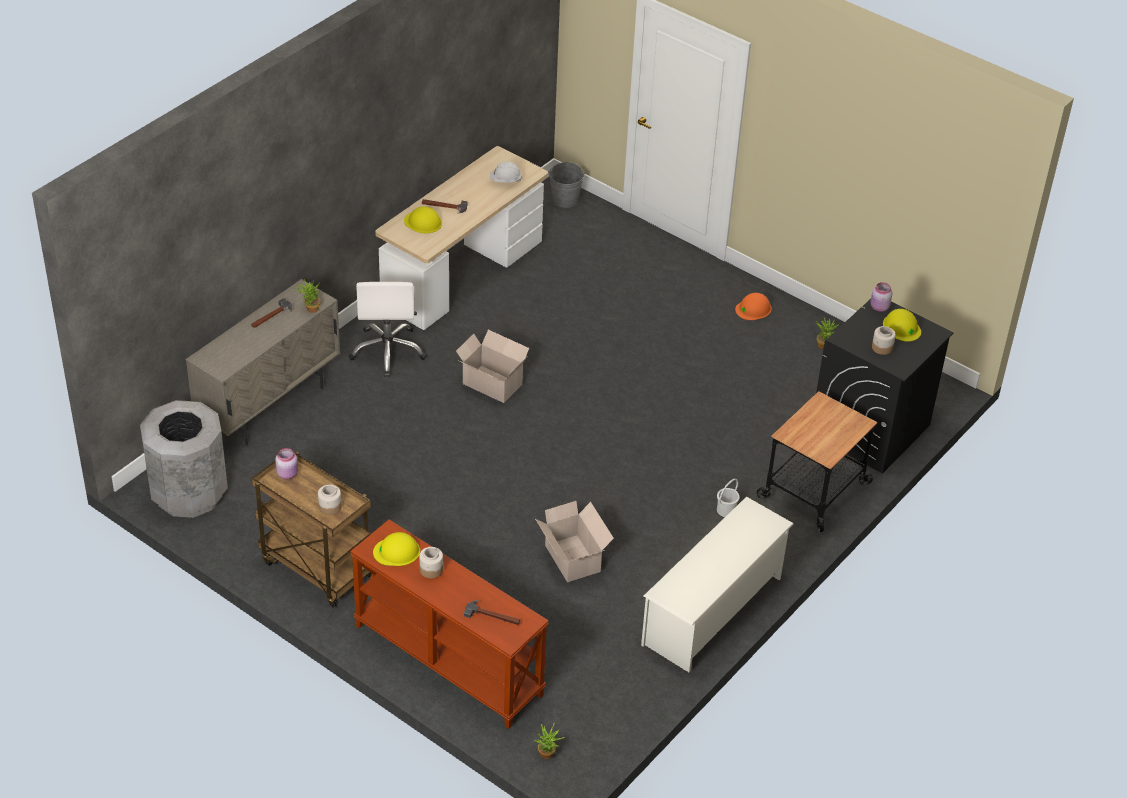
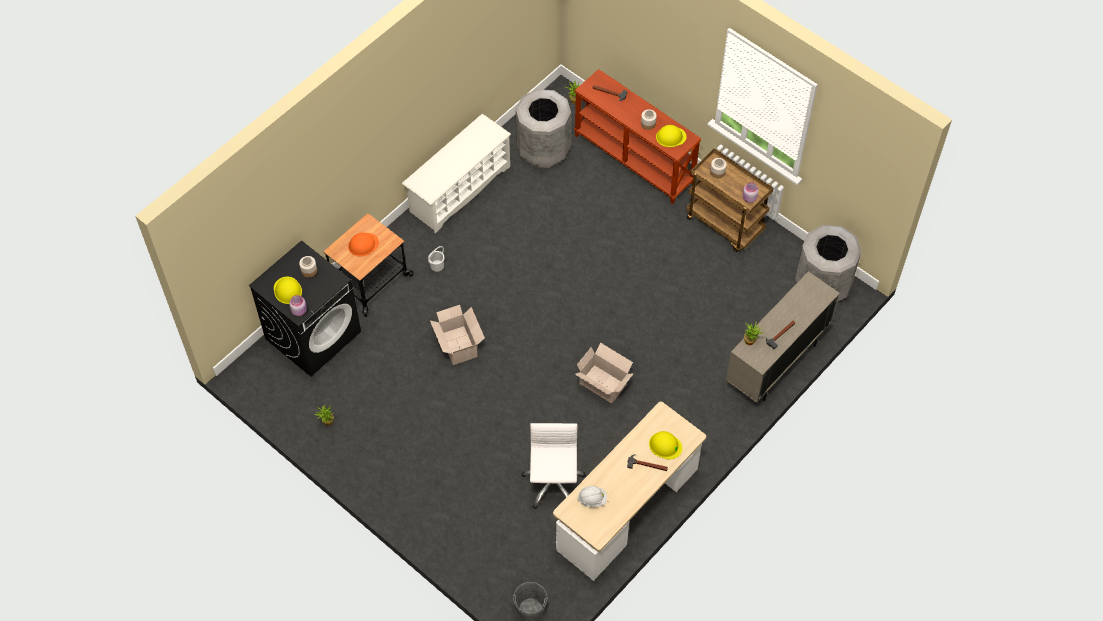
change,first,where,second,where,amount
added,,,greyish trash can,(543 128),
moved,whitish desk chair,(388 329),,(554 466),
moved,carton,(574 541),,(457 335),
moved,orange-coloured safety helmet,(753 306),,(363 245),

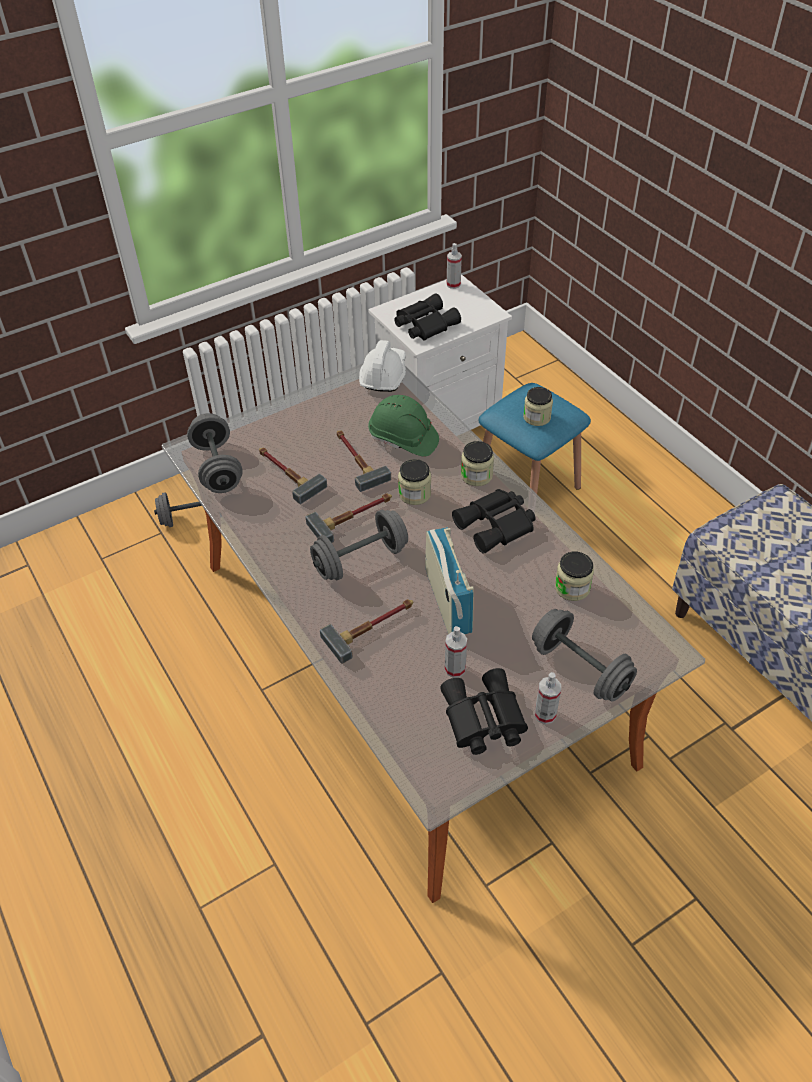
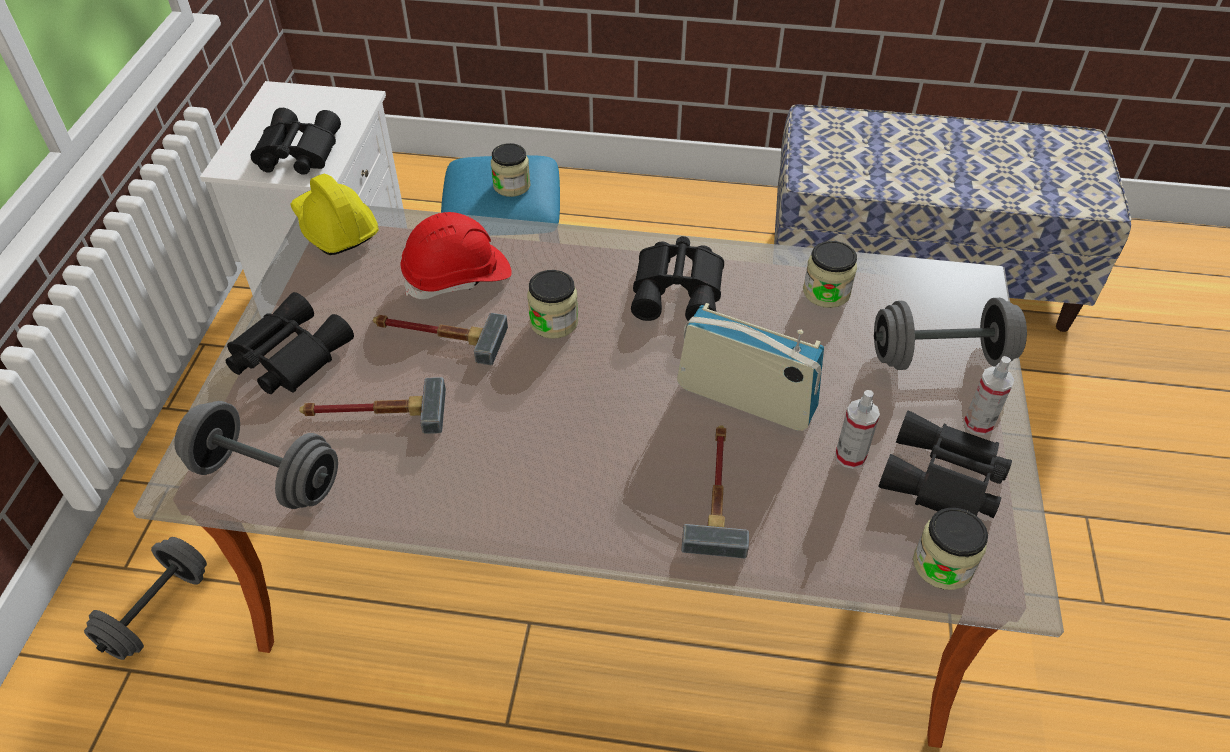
change,first,where,second,where,amount
removed,hammer,(348 518),,,
removed,greyish hand weight,(359 545),,,
removed,hand sprayer,(454 266),,,
added,,,black pair of binoculars,(289 343),
moved,storage jar,(477 463),,(950 549),
recoloured,whitish safety helmet,(382 366),yellow safety helmet,(334 214),
recoloured,greenish safety helmet,(403 426),red-coloured safety helmet,(456 255),

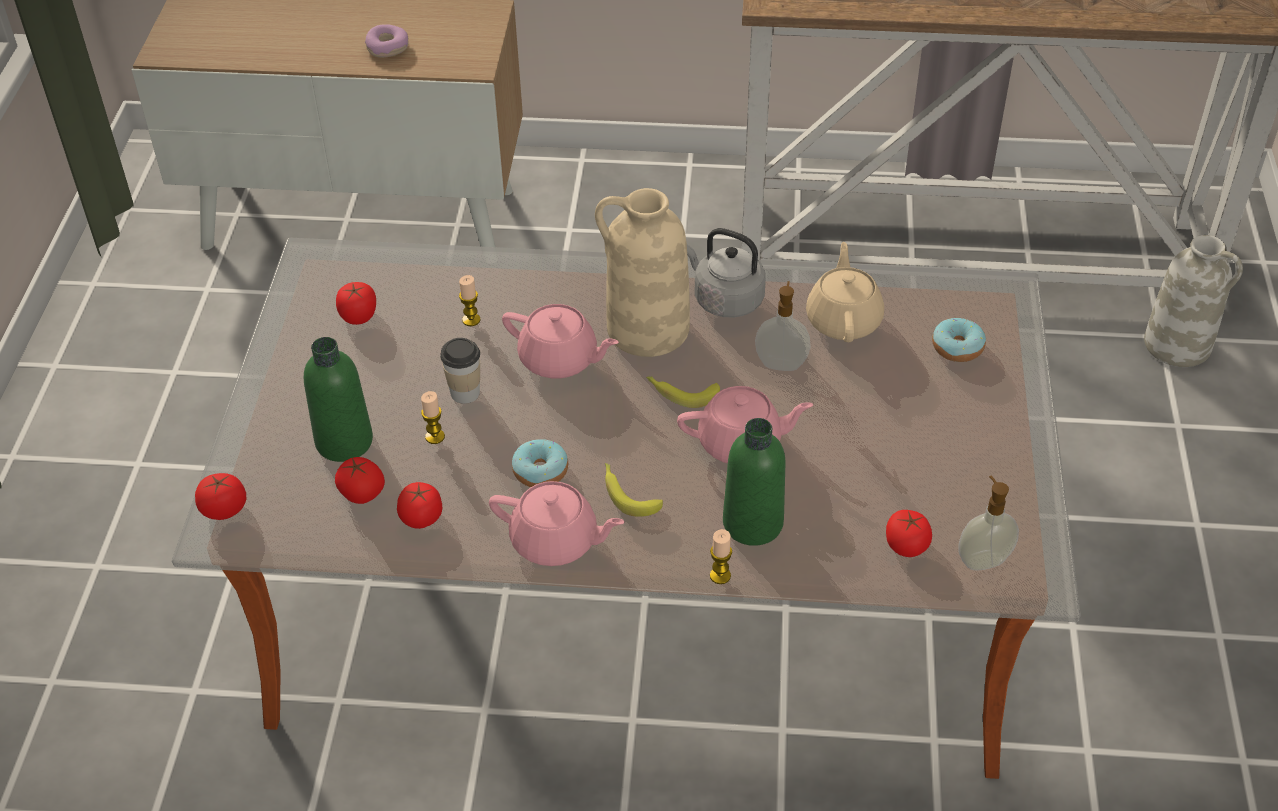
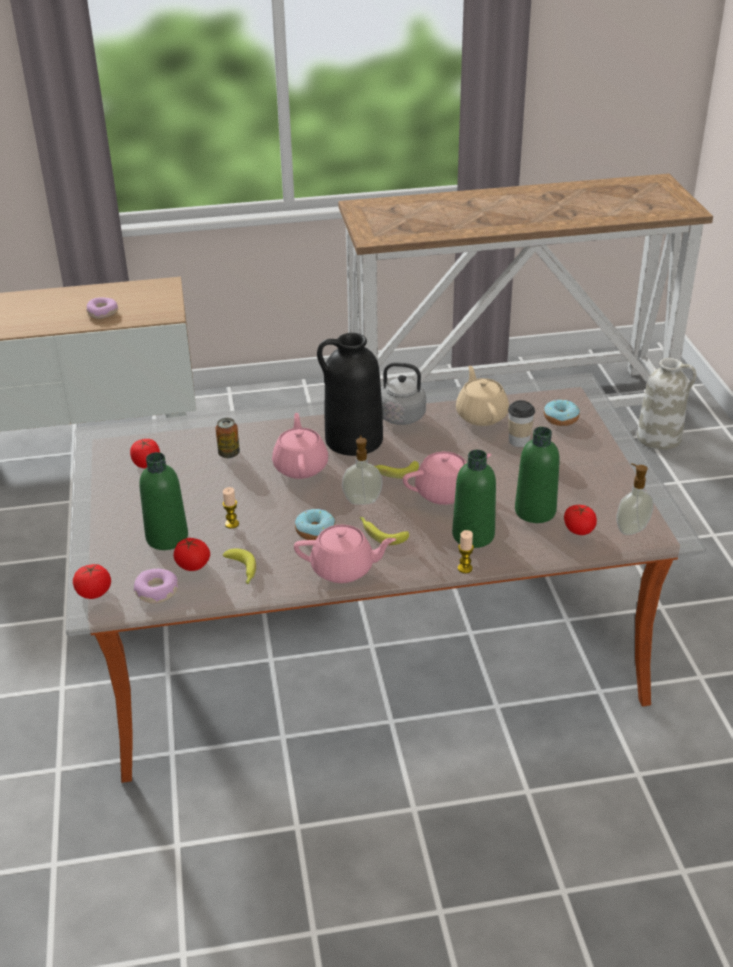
change,first,where,second,where,amount
added,,,ring doughnut,(156 586),
added,,,greenish beverage bottle,(537 475),
moved,cup,(460 371),,(521 423),
moved,soap dispenser,(783 326),,(362 470),
replaced,fresh tomato,(419 505),whole banana,(239 566),
replaced,wax light,(470 300),can,(228 438),
recoloured,beige-coloured decorative vase,(642 272),black decorative vase,(350 394),
turned,pinkish tea pot,(560 341),,(300 446),105 degrees counterclockwise

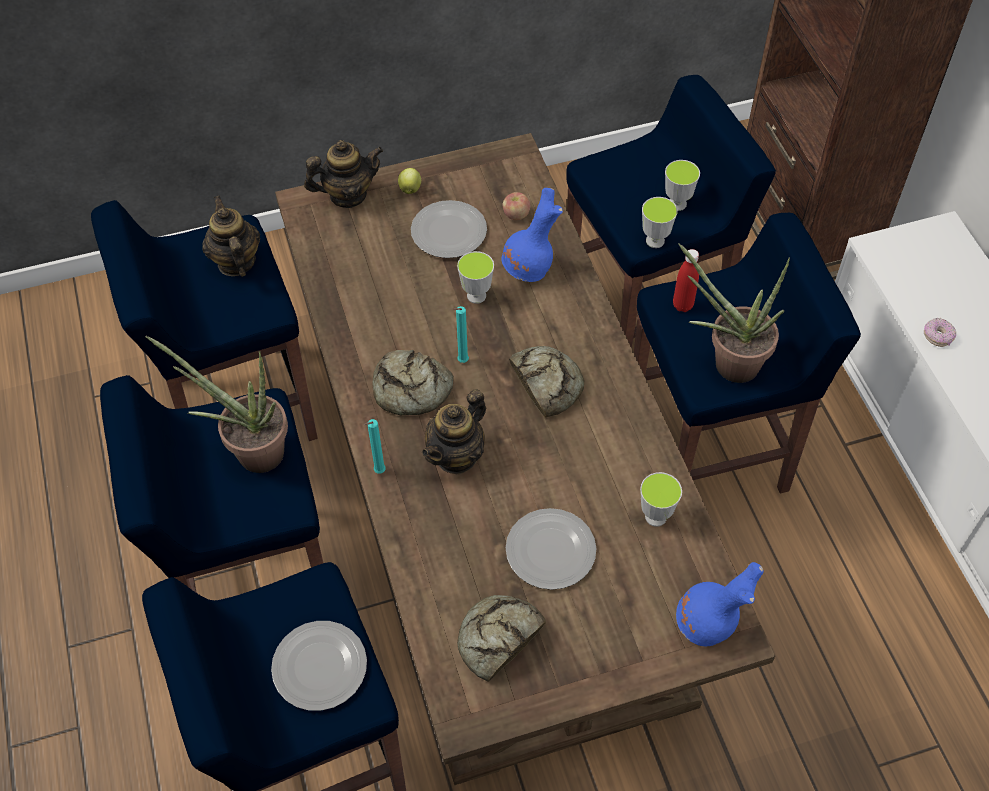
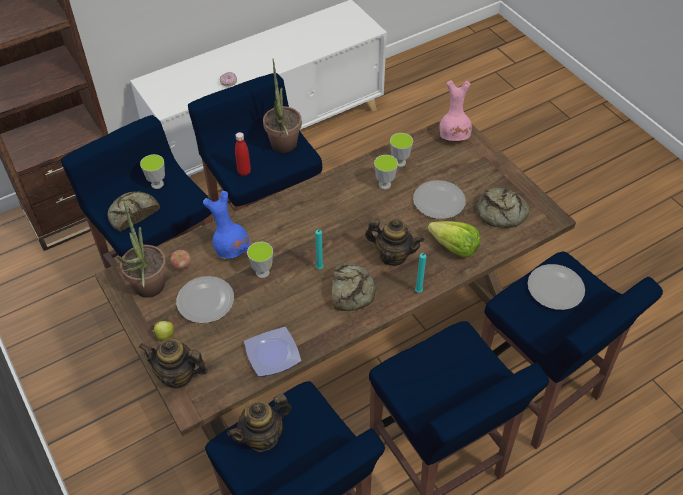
change,first,where,second,where,amount
added,,,dinner plate,(272 352),
added,,,head of lettuce,(454 239),
moved,potted plant,(217 404),,(142 249),
moved,bread,(546 382),,(134 211),
moved,cup,(660 222),,(386 172),
recoloured,blue-coloured decorative vase,(720 604),pinkish decorative vase,(456 110),
turned,tea pot,(343 174),,(173 364),45 degrees counterclockwise

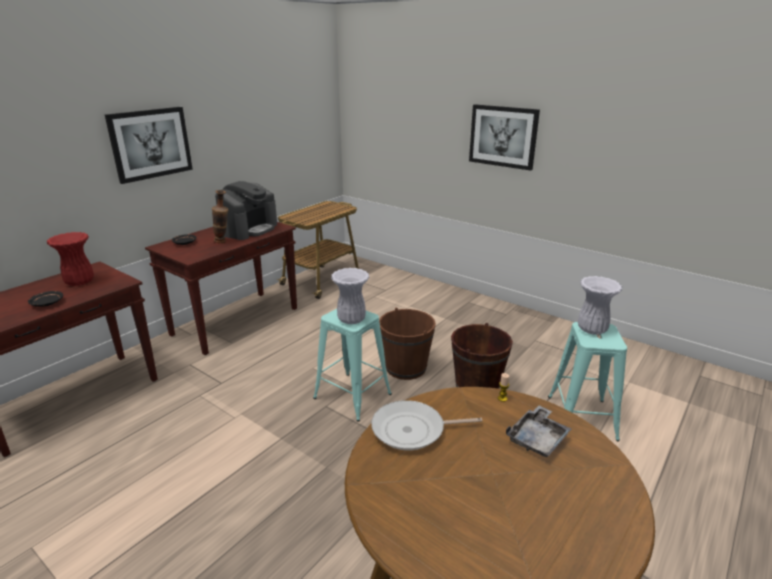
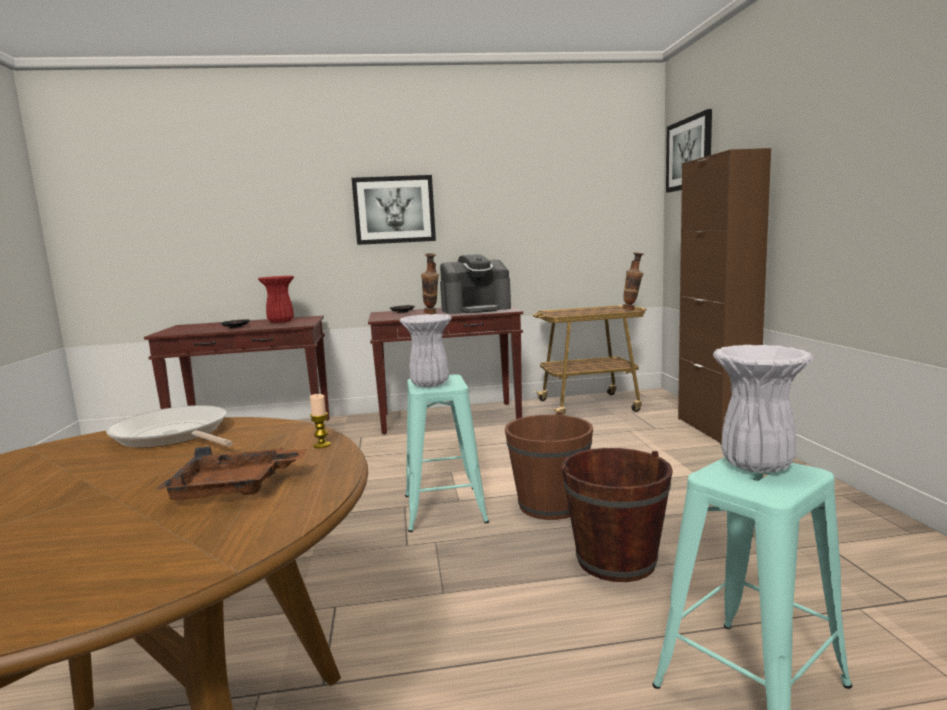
change,first,where,second,where,amount
added,,,decorative vase,(633 281),
added,,,brownish cupboard,(724 296),
moved,wall art,(504 137),,(689 151),
recoloured,greyish carrying tray,(538 431),brownish carrying tray,(231 473),

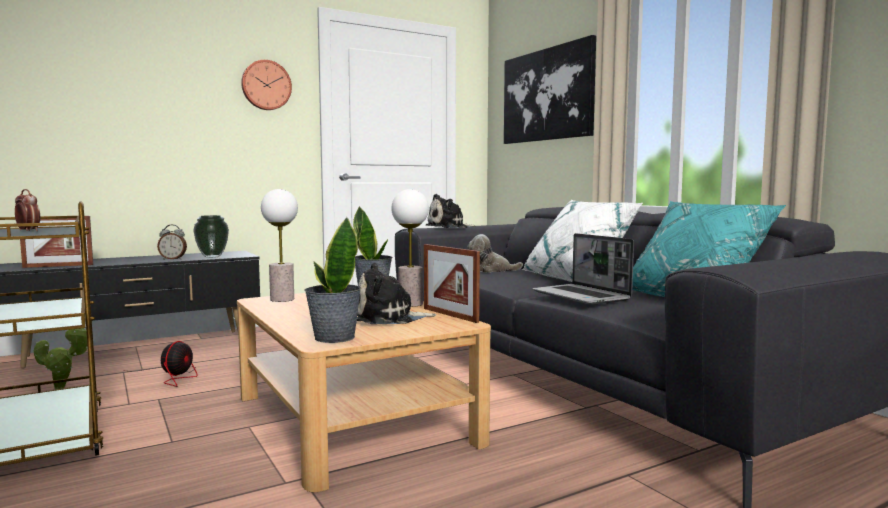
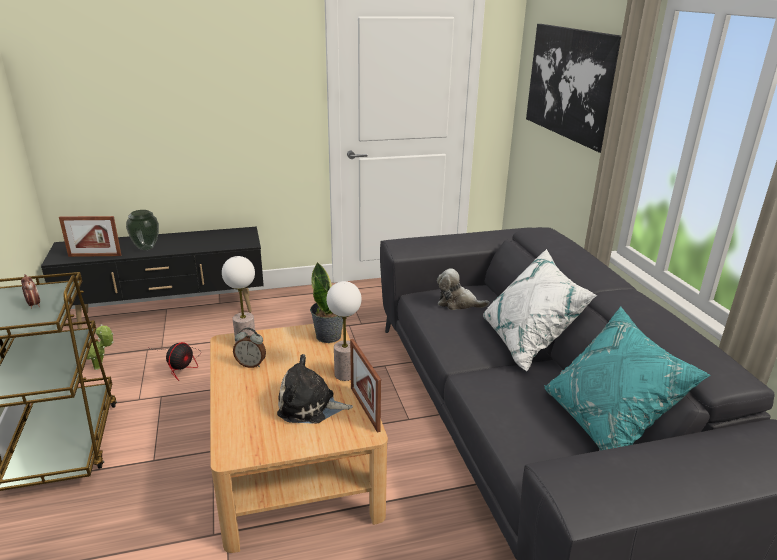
change,first,where,second,where,amount
removed,clock on the wall,(266 85),,,
removed,potted plant,(333 280),,,
removed,plush toy,(450 211),,,
removed,portable computer,(583 269),,,
moved,table clock,(172 241),,(249 348),
moved,decorative vase,(211 236),,(142 230),

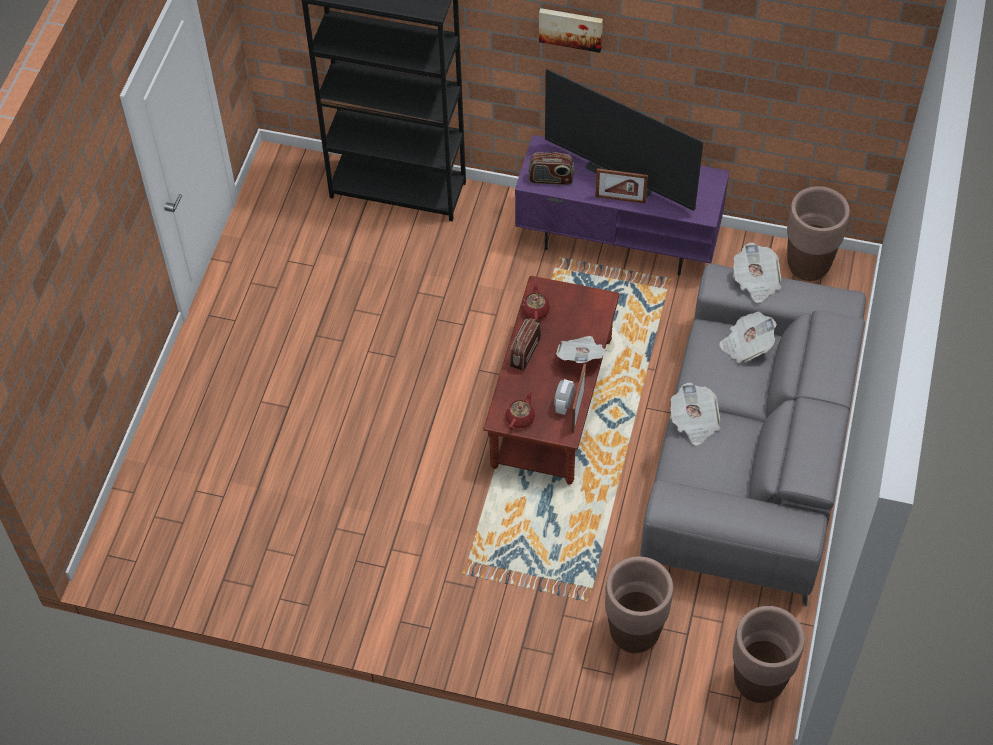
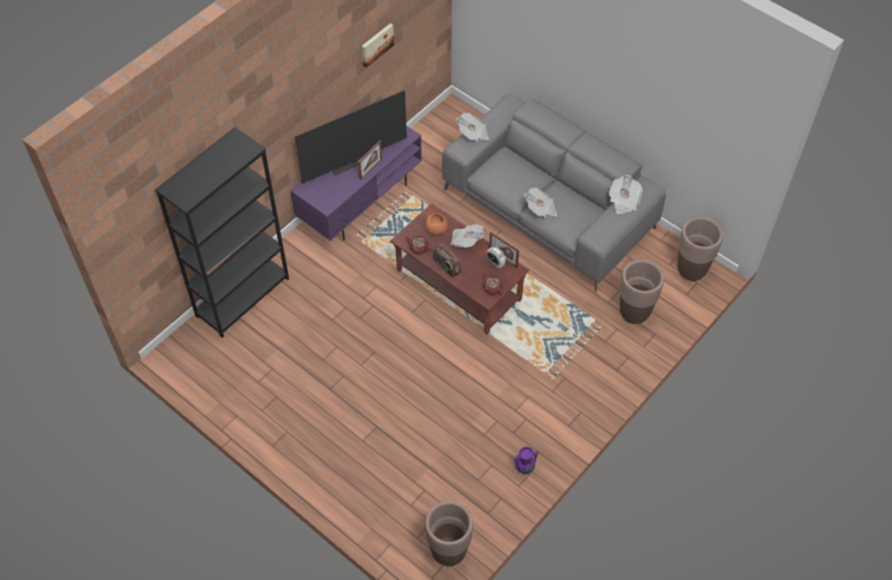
change,first,where,second,where,amount
removed,radio receiver,(551 168),,,
added,,,orange-coloured serving bowl,(436 224),
added,,,purplish decorative vase,(526 460),
moved,wall art,(571 30),,(378 45),
moved,newspaper,(748 338),,(626 194),
moved,brownish flower pot,(818 233),,(449 533),

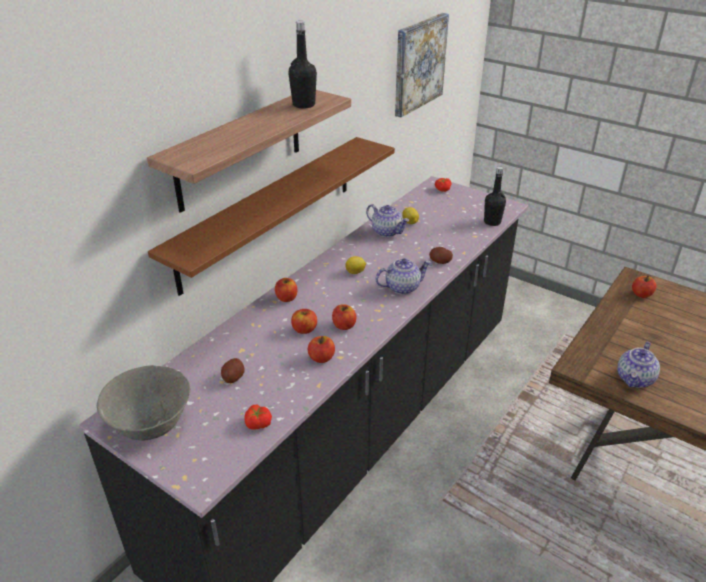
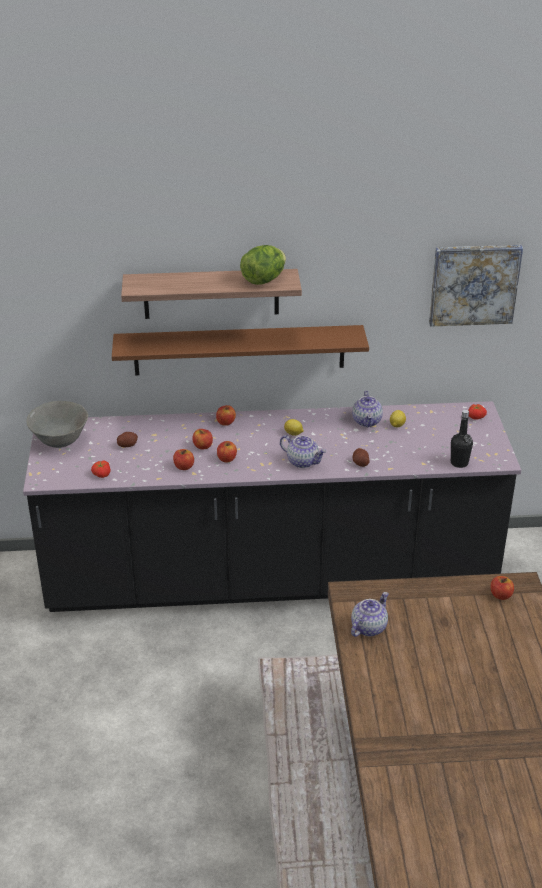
change,first,where,second,where,amount
replaced,black beverage bottle,(302 65),head of lettuce,(263 265),
turned,tea pot,(638 365),,(369 614),135 degrees clockwise

